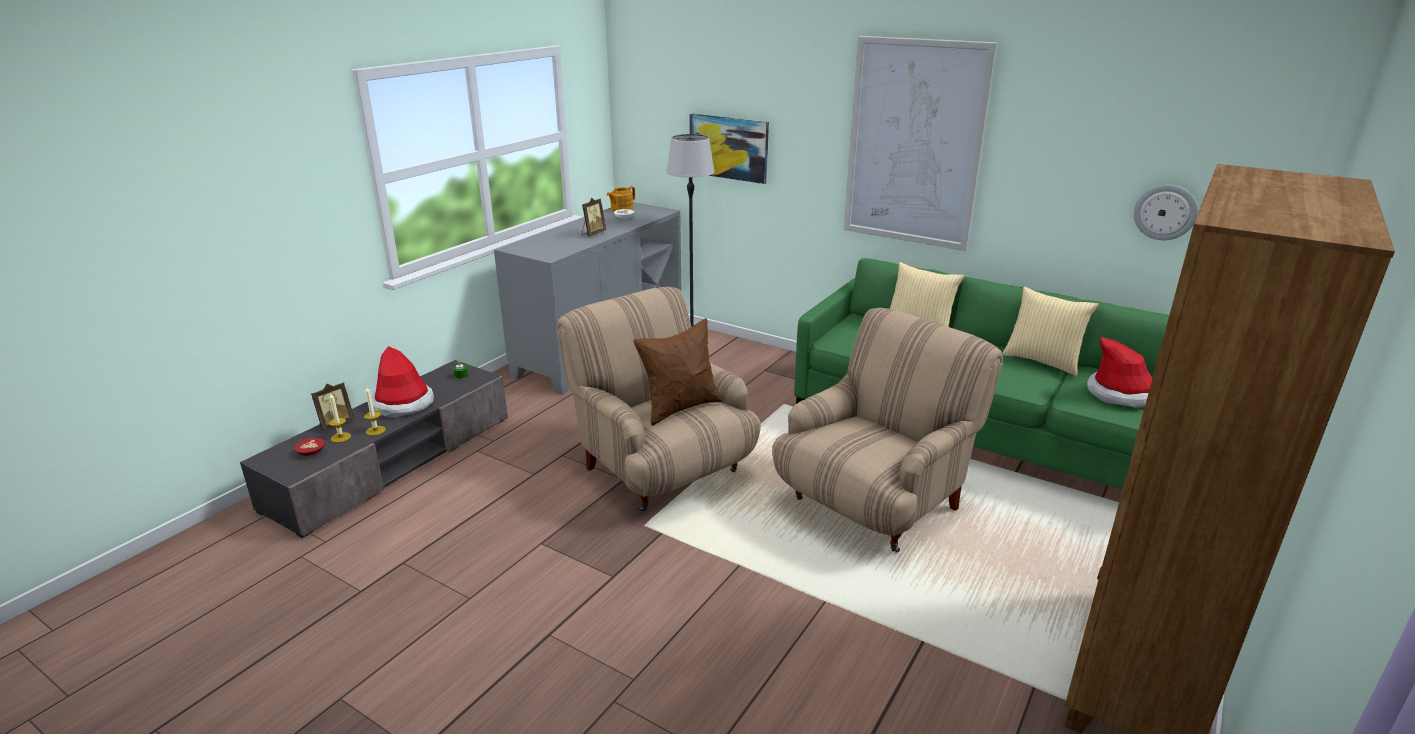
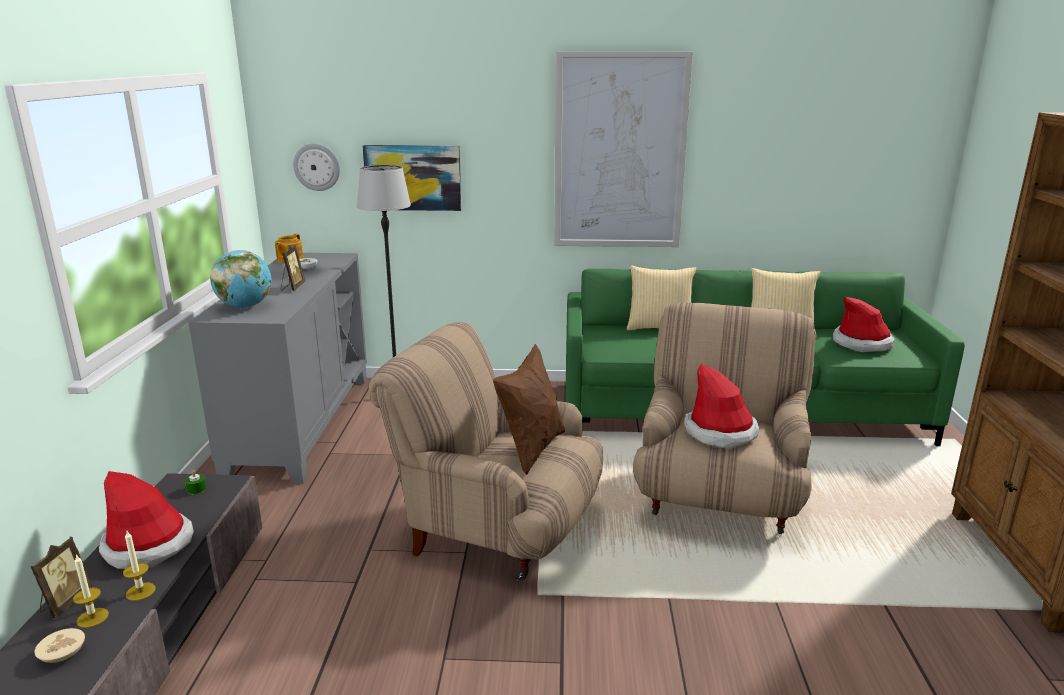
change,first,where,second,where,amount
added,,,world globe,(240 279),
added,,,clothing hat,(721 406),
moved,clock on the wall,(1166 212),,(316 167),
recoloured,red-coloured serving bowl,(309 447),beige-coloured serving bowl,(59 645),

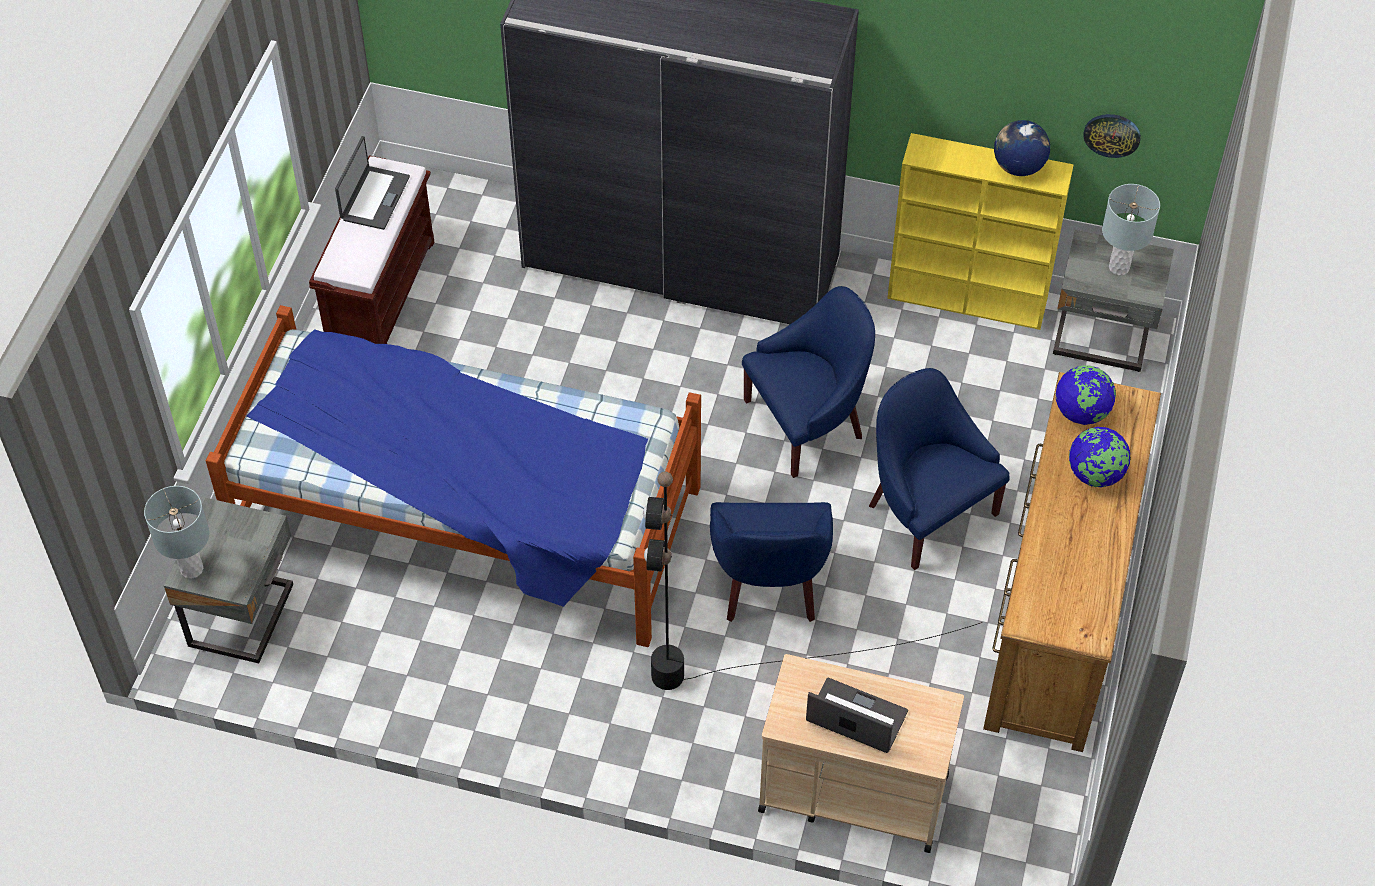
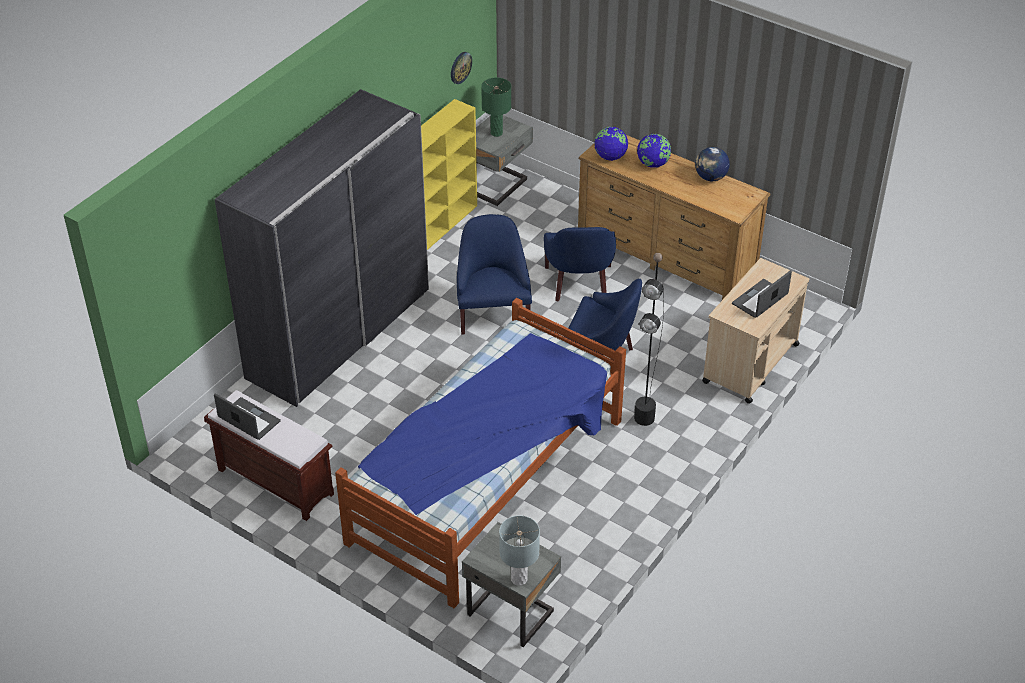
change,first,where,second,where,amount
moved,world globe,(1022 148),,(712 164),
recoloured,greyish lamp for a table,(1131 230),greenish lamp for a table,(496 107),
turned,blue-coloured lounge chair,(939 469),,(580 264),75 degrees counterclockwise

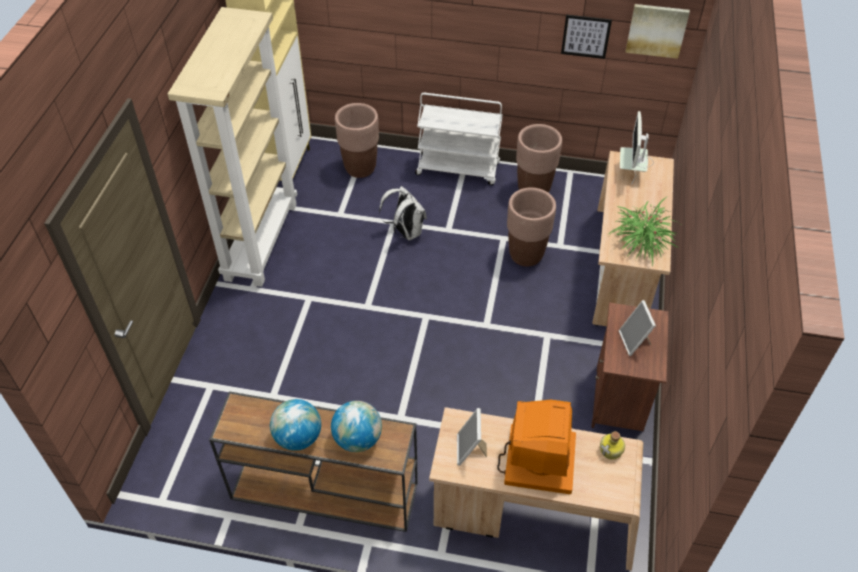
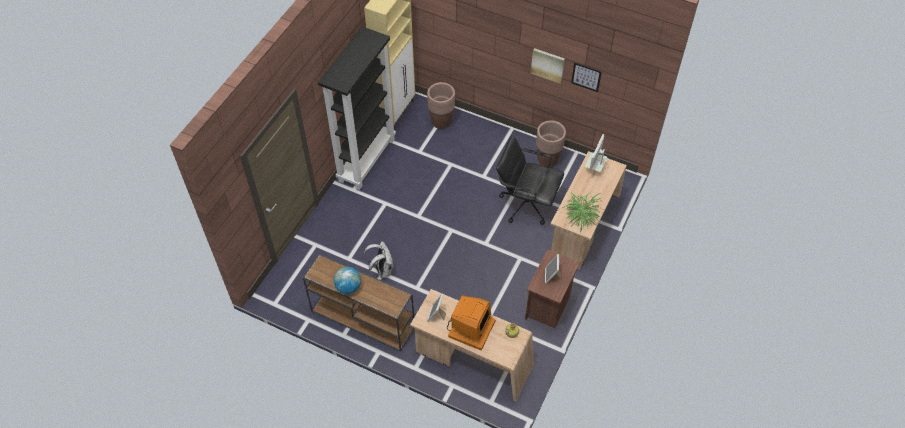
change,first,where,second,where,amount
removed,world globe,(356 426),,,
removed,whitish wheeled cart,(459 139),,,
moved,whitish backpack,(403 213),,(378 259),
moved,wall art,(657 31),,(548 66),
replaced,brownish flower pot,(531 227),black desk chair,(530 180),
recoloured,beige-coloured shelving unit,(232 147),black shelving unit,(357 108),

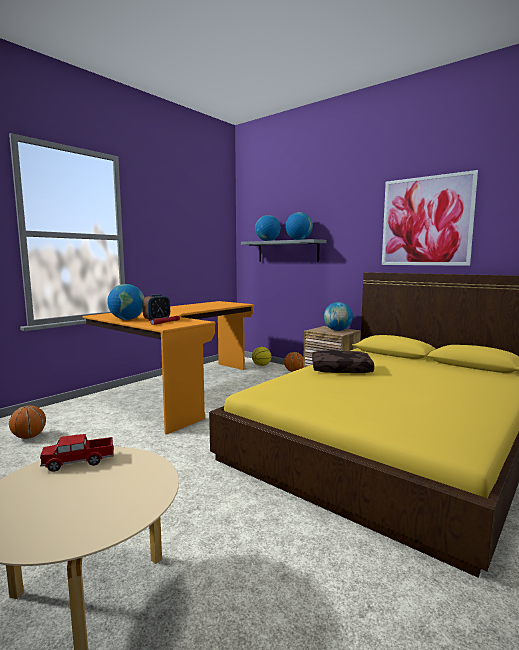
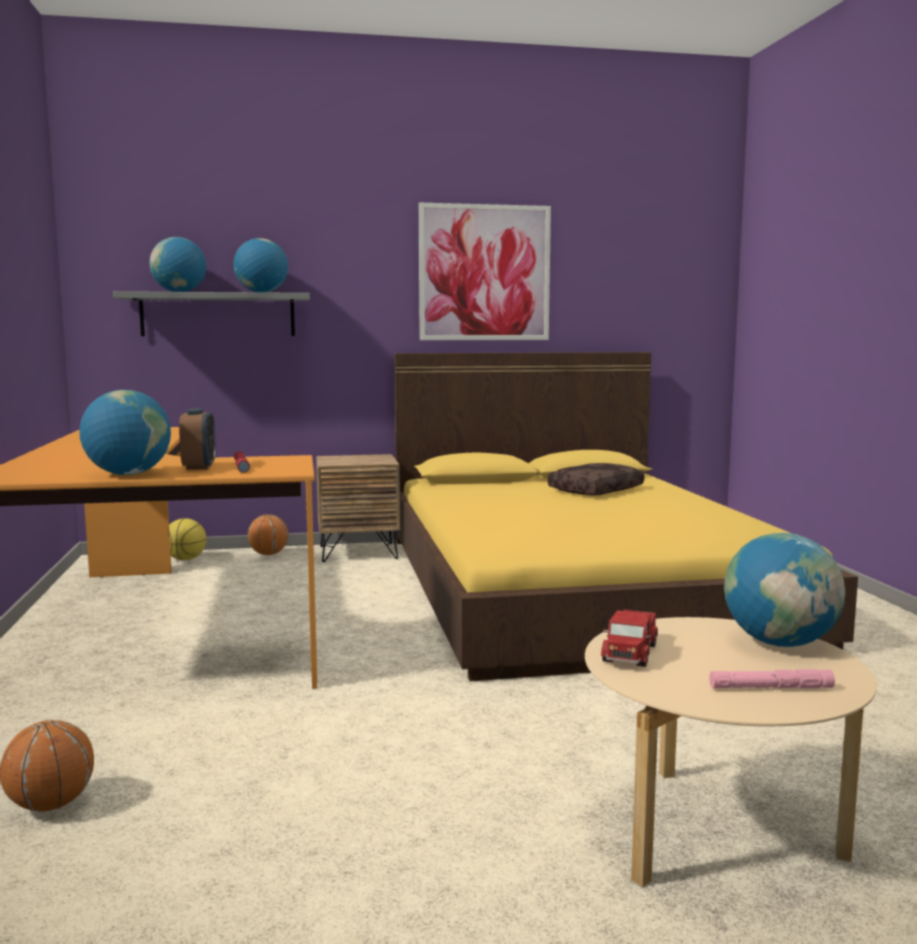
change,first,where,second,where,amount
added,,,pinkish flashlight,(772 679),
moved,brownish throw pillow,(343 361),,(596 479),
moved,world globe,(338 316),,(784 590),

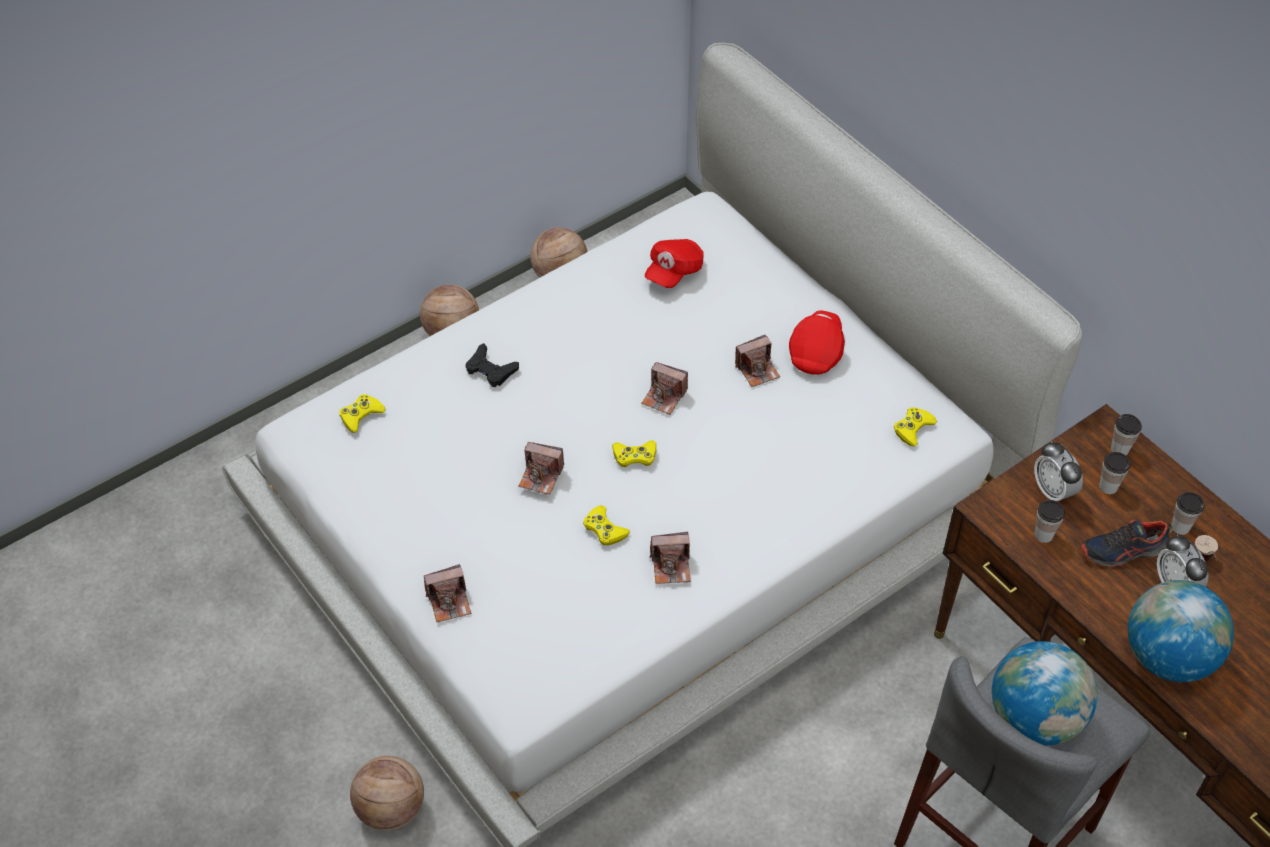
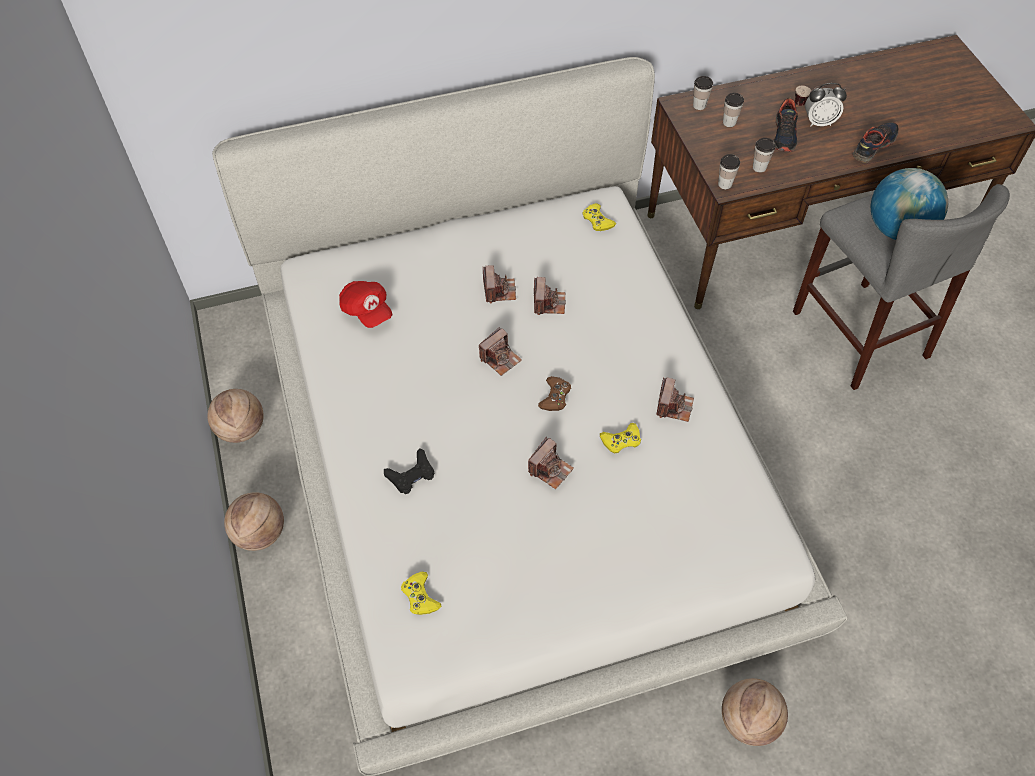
change,first,where,second,where,amount
removed,red-coloured baseball cap,(817 342),,,
removed,table clock,(1058 471),,,
moved,still camera,(447 593),,(550 296),
moved,cup,(1188 513),,(729 171),
replaced,world globe,(1181 631),item of footwear,(876 142),
recoloured,yellow game controller,(634 453),brownish game controller,(554 393),

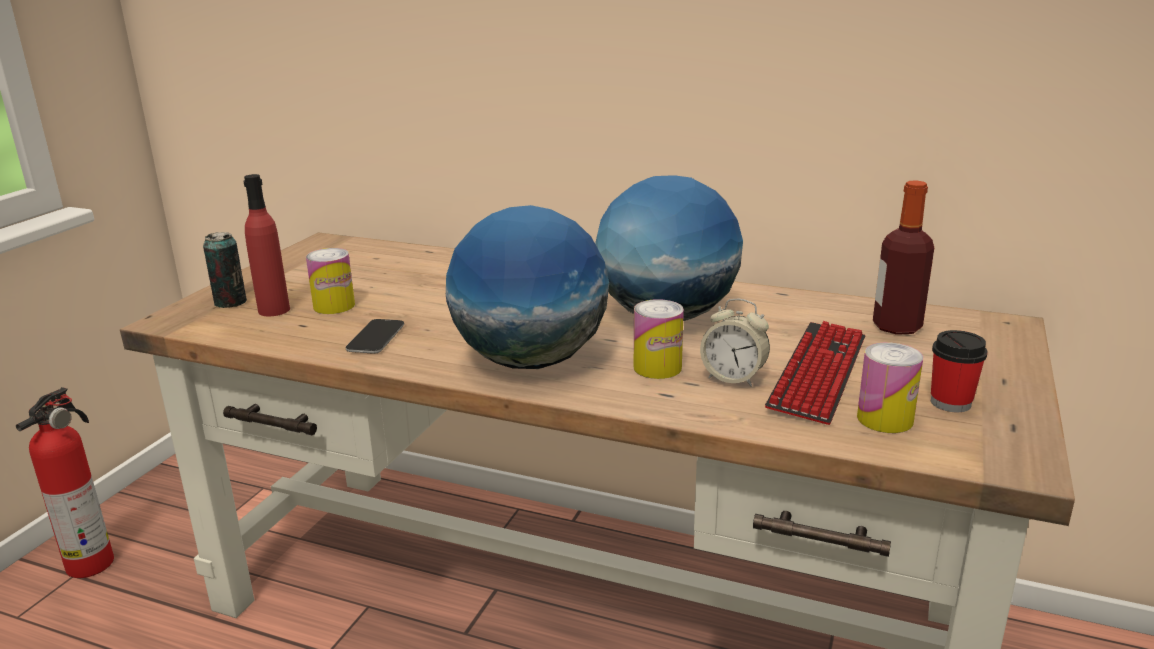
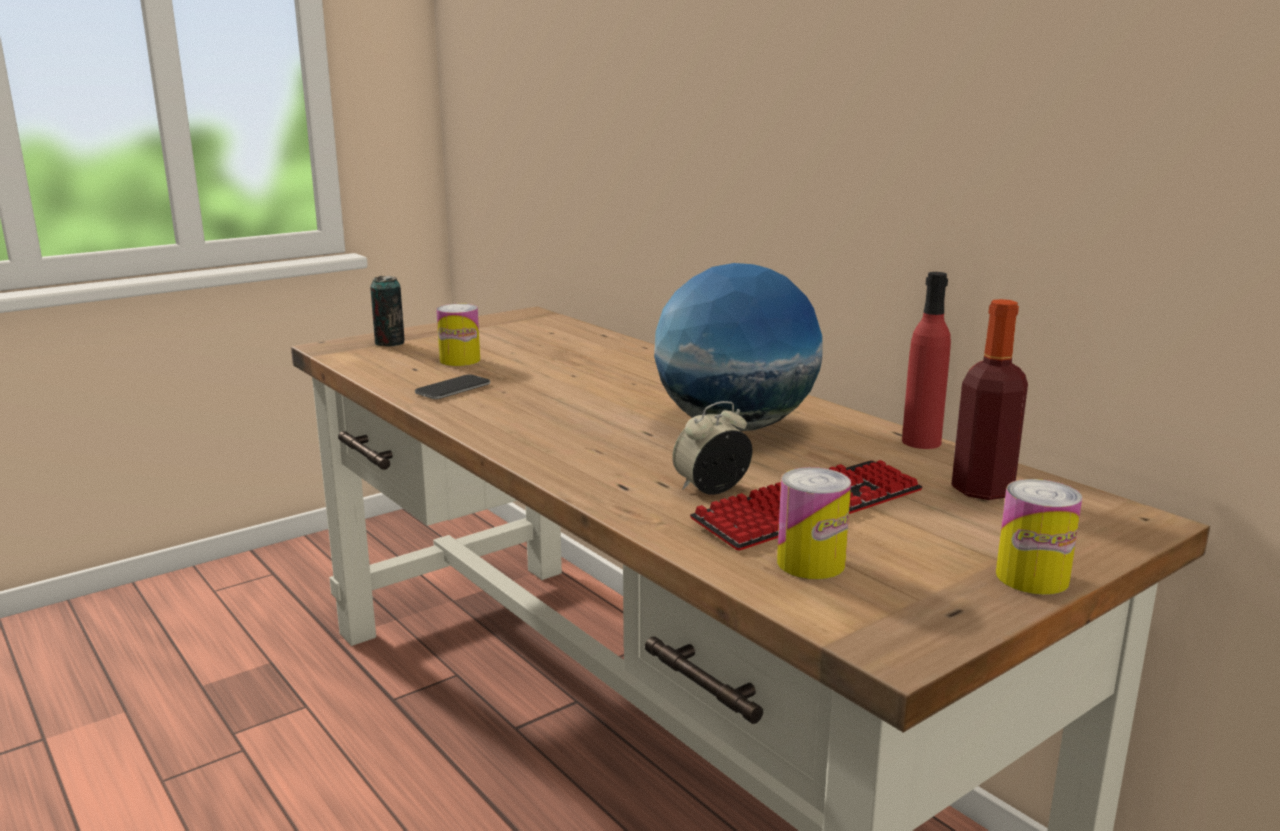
change,first,where,second,where,amount
removed,extinguisher,(65 482),,,
removed,world globe,(527 287),,,
removed,cup,(959 371),,,
moved,red-coloured beverage bottle,(267 245),,(926 360),
moved,can,(659 339),,(1039 537),
turned,table clock,(735 343),,(712 448),90 degrees clockwise

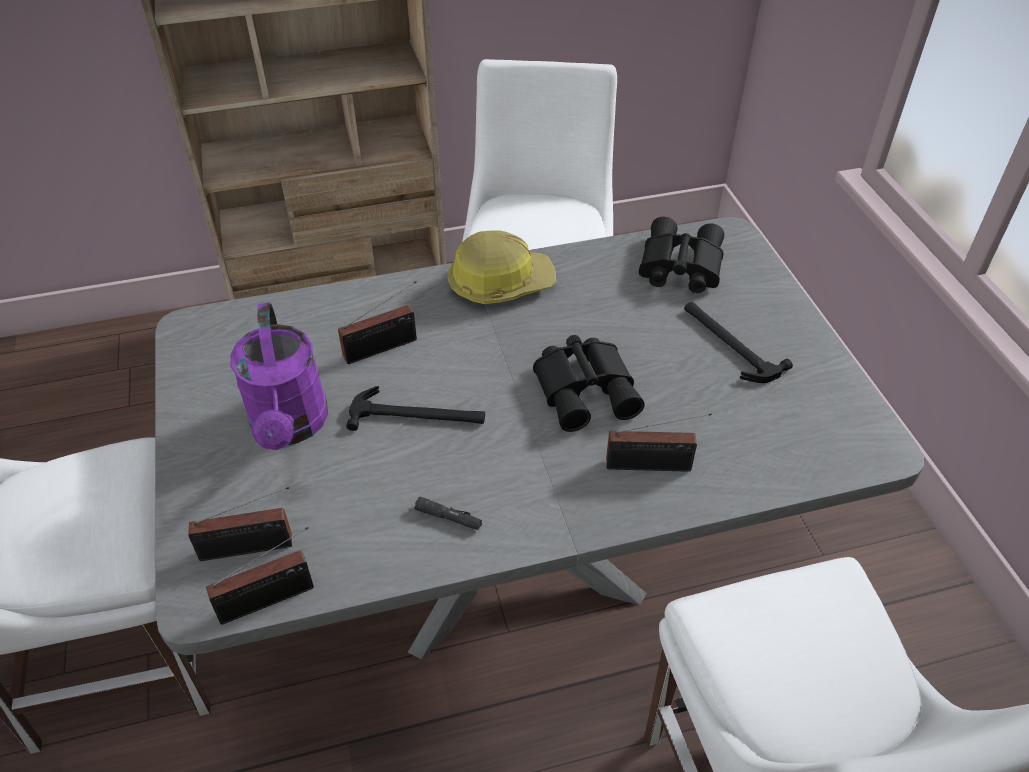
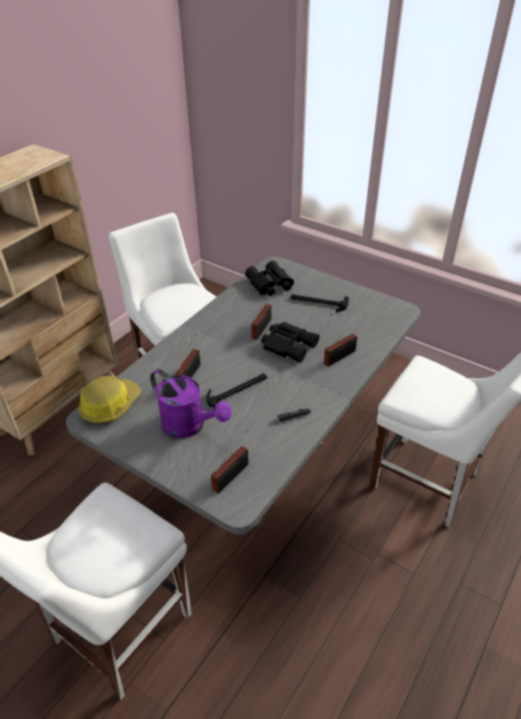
change,first,where,second,where,amount
moved,radio receiver,(260 576),,(261 315),
moved,safety helmet,(502 267),,(109 399),

